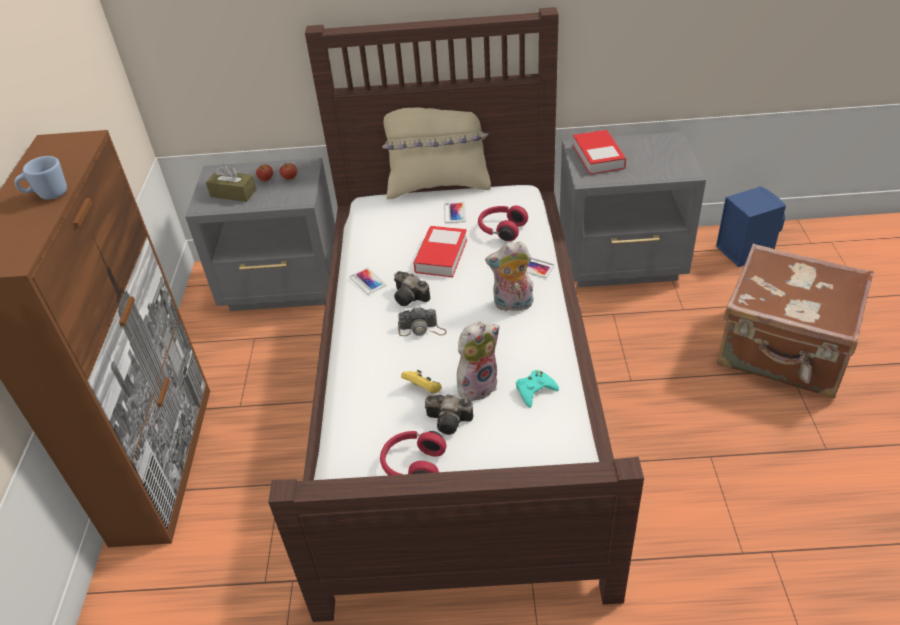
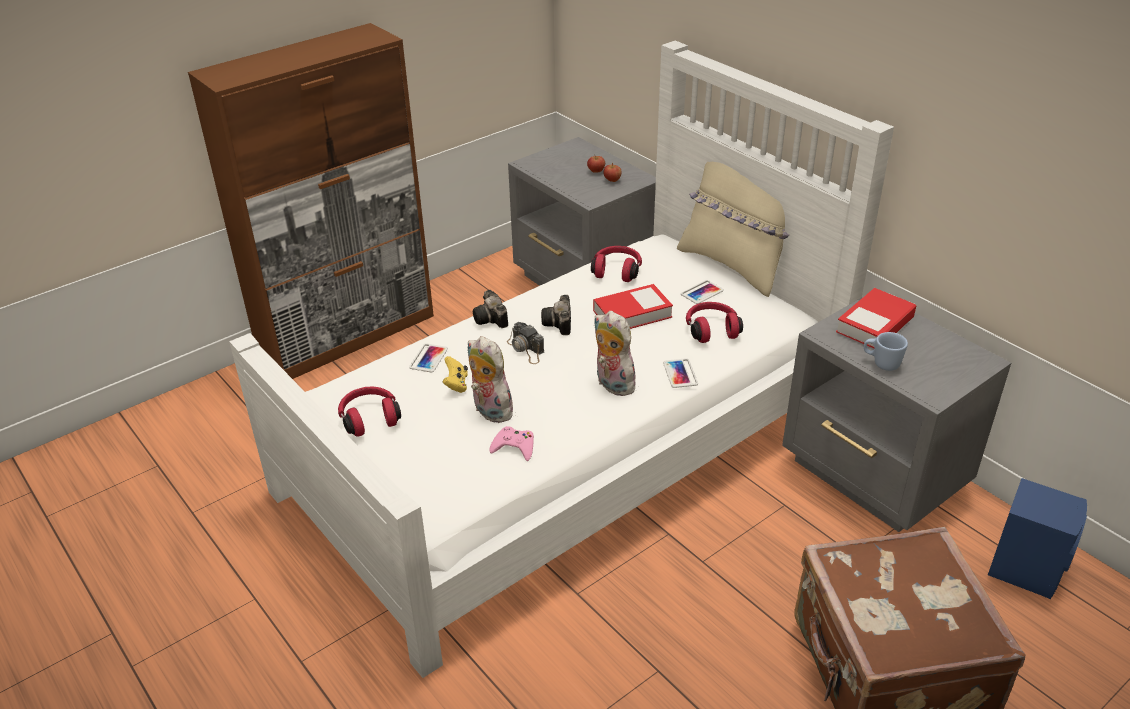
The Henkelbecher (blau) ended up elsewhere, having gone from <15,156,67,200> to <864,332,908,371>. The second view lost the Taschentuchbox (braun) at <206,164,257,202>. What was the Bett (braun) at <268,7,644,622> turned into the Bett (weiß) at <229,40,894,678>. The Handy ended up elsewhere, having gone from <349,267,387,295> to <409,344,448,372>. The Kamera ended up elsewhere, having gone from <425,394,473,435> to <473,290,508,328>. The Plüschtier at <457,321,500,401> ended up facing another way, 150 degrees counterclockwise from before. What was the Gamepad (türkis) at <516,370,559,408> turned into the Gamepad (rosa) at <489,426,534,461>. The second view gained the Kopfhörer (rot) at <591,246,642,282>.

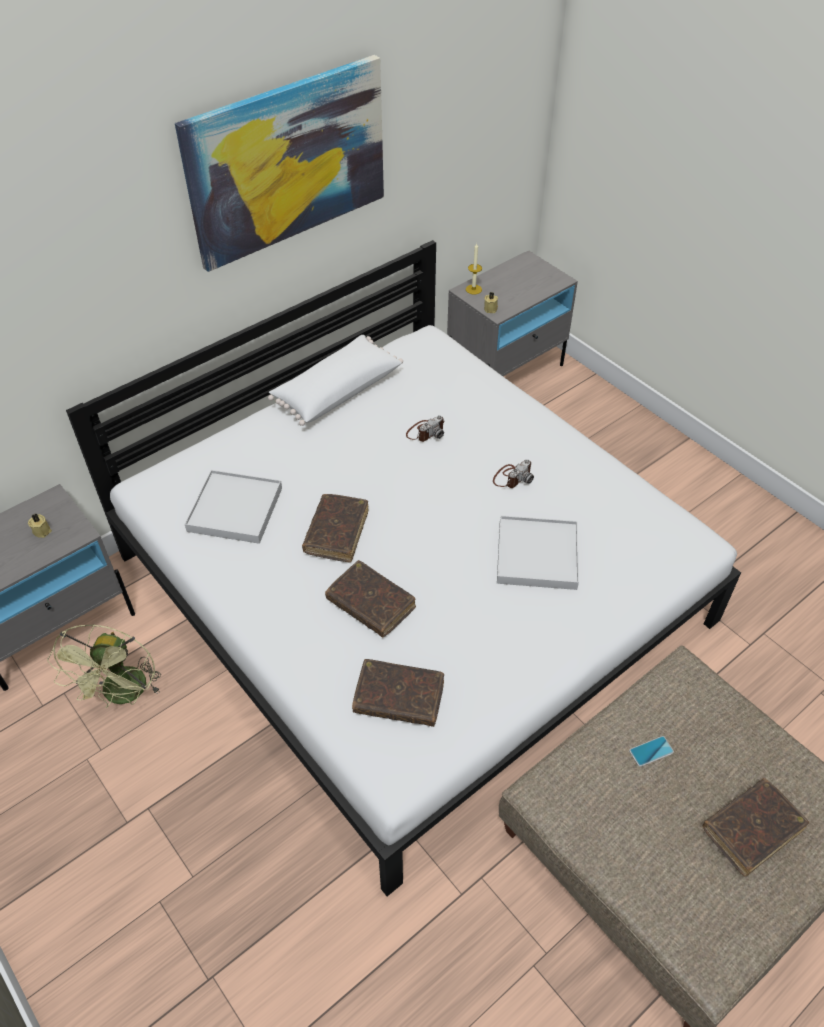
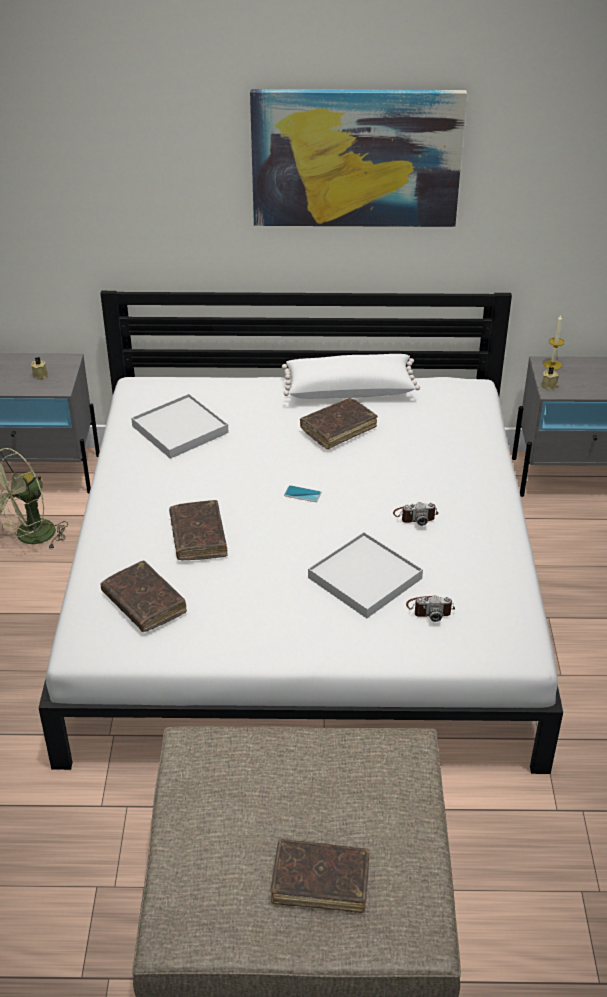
The Buch (braun) ended up elsewhere, having gone from <302,494,369,563> to <300,398,378,449>. The Kamera ended up elsewhere, having gone from <406,415,445,442> to <406,595,455,622>. The Handy ended up elsewhere, having gone from <629,736,674,767> to <284,485,322,502>.

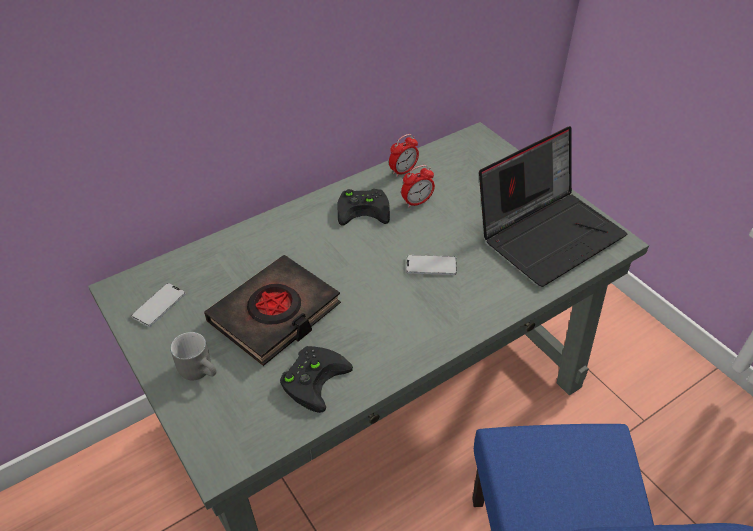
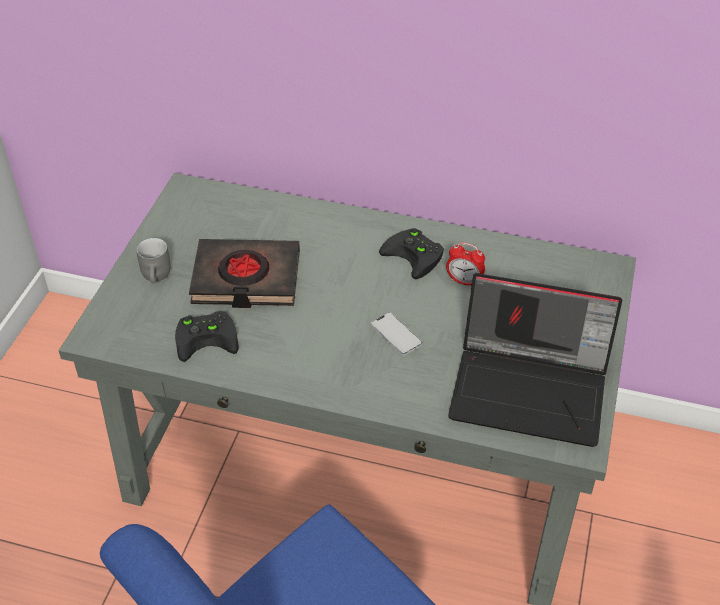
The second view lost the Handy at <131,283,186,327>. The second view lost the Wecker at <389,134,419,177>.

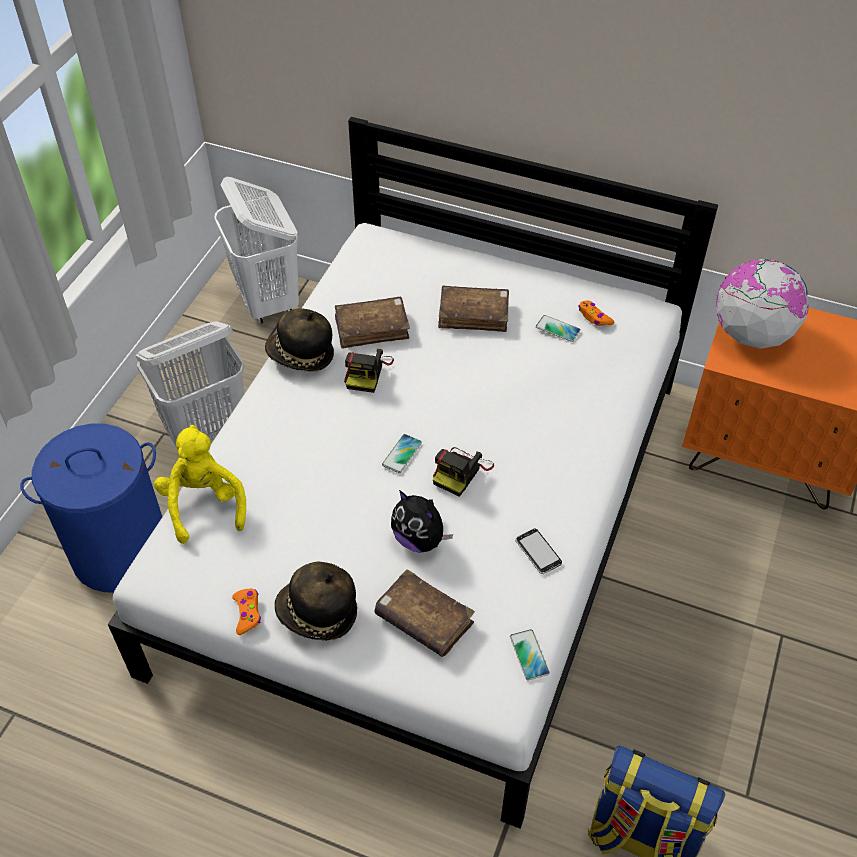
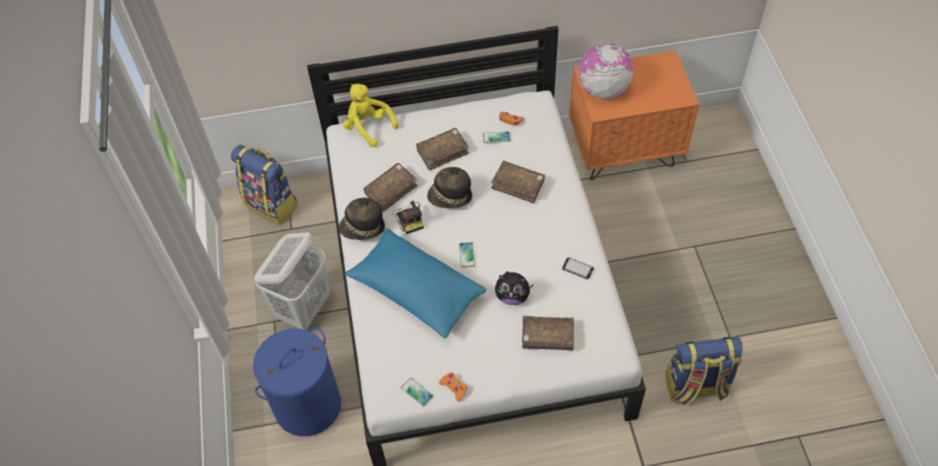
The Plüschtier (gelb) ended up elsewhere, having gone from <154,425,246,544> to <343,84,398,147>. Where the Wäschekorb (weiß) stood at <214,177,299,324>, the Rucksack came to stand at <231,145,297,225>. The Hut ended up elsewhere, having gone from <274,562,357,641> to <427,167,472,208>. The second view lost the Kamera at <433,447,494,497>. The Handy ended up elsewhere, having gone from <510,629,550,680> to <401,378,433,406>. The second view gained the Kissen (blau) at <345,228,487,338>. The second view gained the Buch (braun) at <491,161,545,203>.

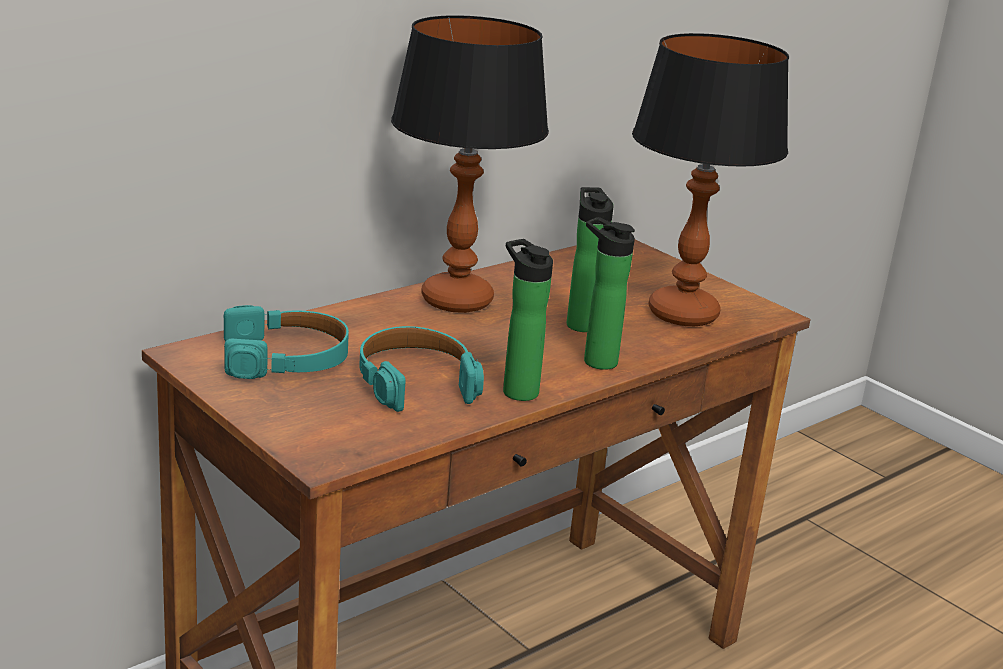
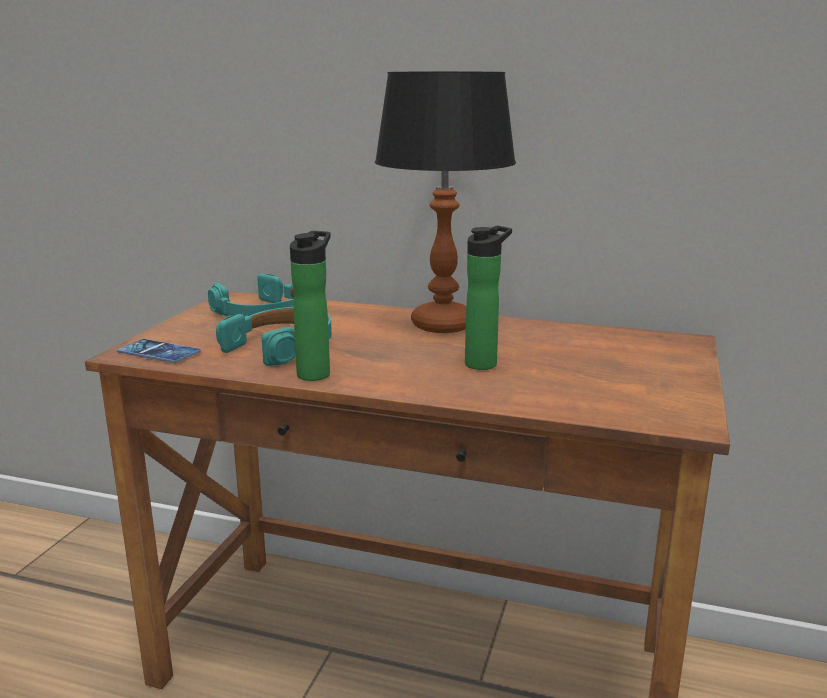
The second view lost the Flasche at <584,217,635,370>. The second view lost the Tischlampe at <632,33,789,326>. The second view gained the Handy at <117,339,201,363>.

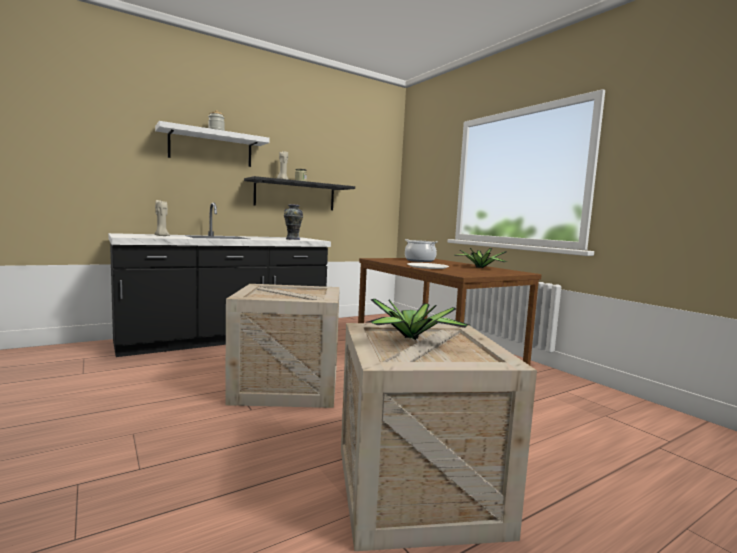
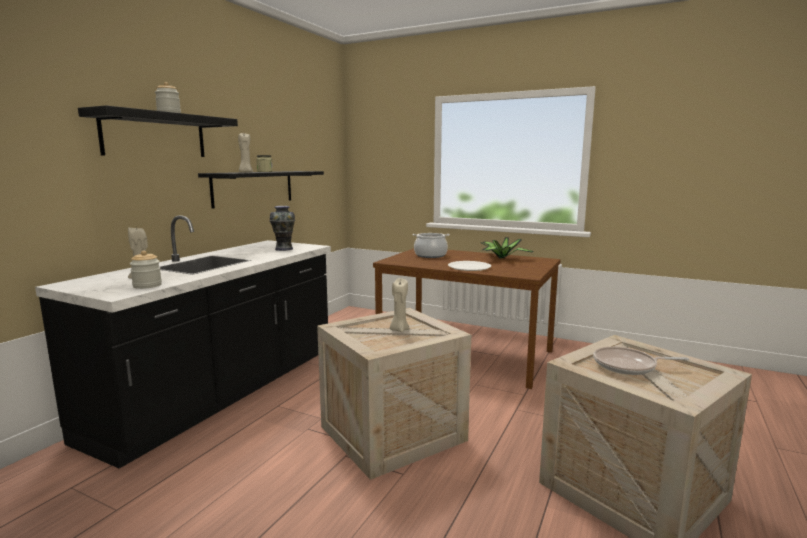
What was the Wandregal (weiß) at <155,121,270,167> turned into the Wandregal (schwarz) at <78,105,238,157>. Where the Topfpflanze stood at <367,299,469,340>, the Pfanne came to stand at <593,347,689,375>. The second view gained the Vorratsglas at <130,250,162,289>. The second view gained the Kerze (beige) at <390,278,409,332>.

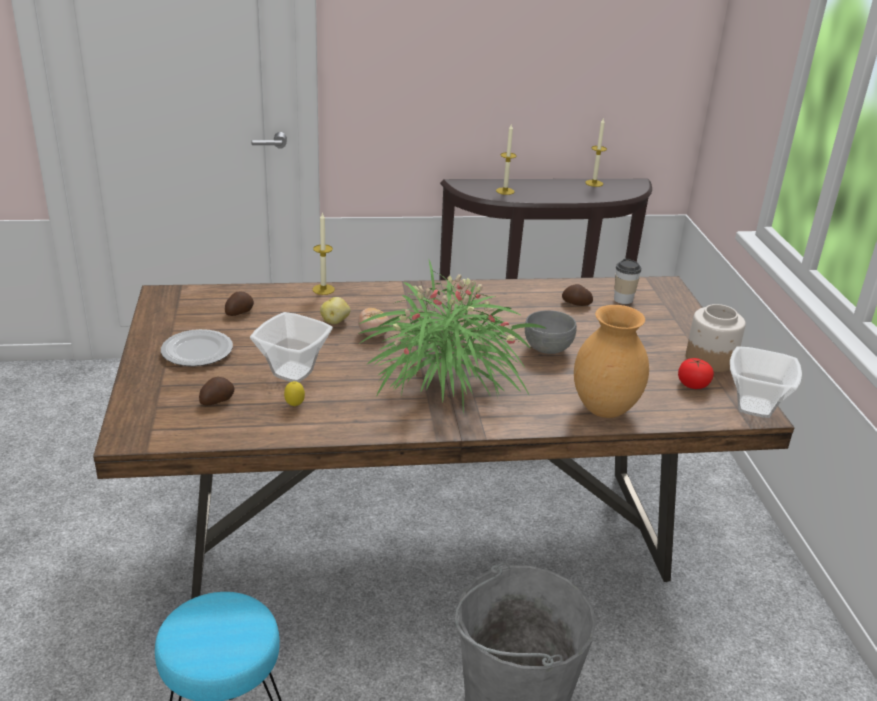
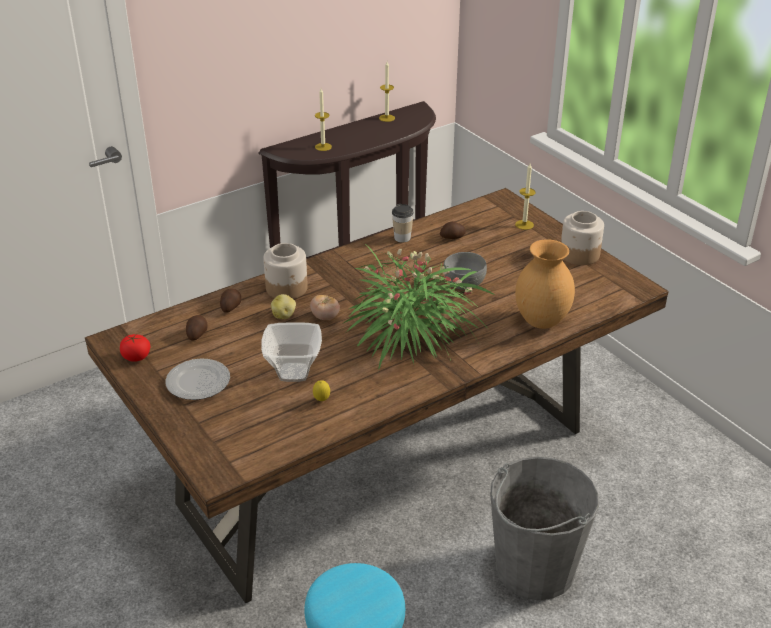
The Kartoffel ended up elsewhere, having gone from <199,377,234,405> to <220,289,241,313>. The Kerze ended up elsewhere, having gone from <313,212,335,295> to <515,164,536,230>. The Tasse ended up elsewhere, having gone from <614,259,641,304> to <392,204,414,243>. The Tomate ended up elsewhere, having gone from <678,358,714,389> to <120,334,150,362>. The second view lost the Schüssel at <730,346,802,418>. The second view gained the Vorratsglas at <263,243,308,299>.

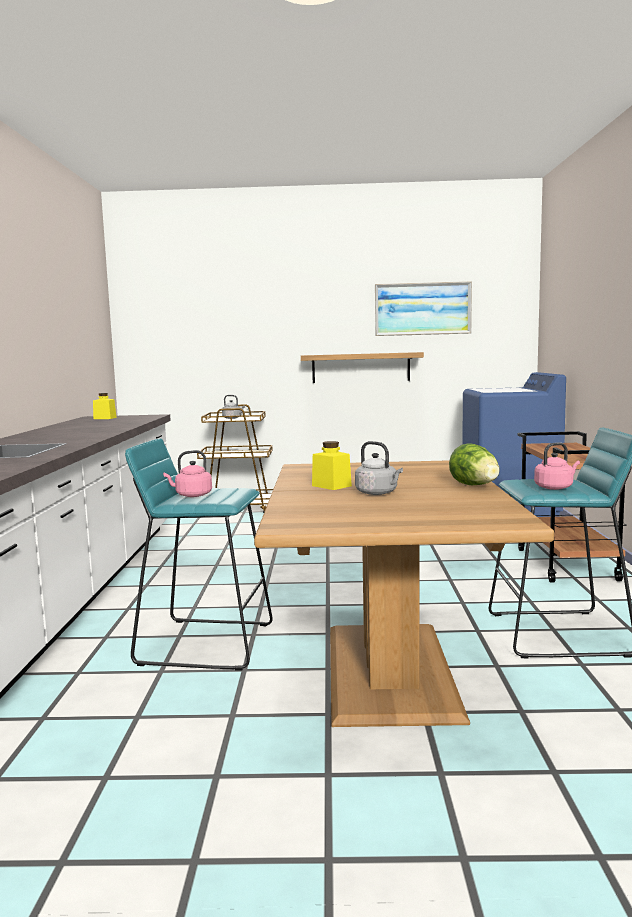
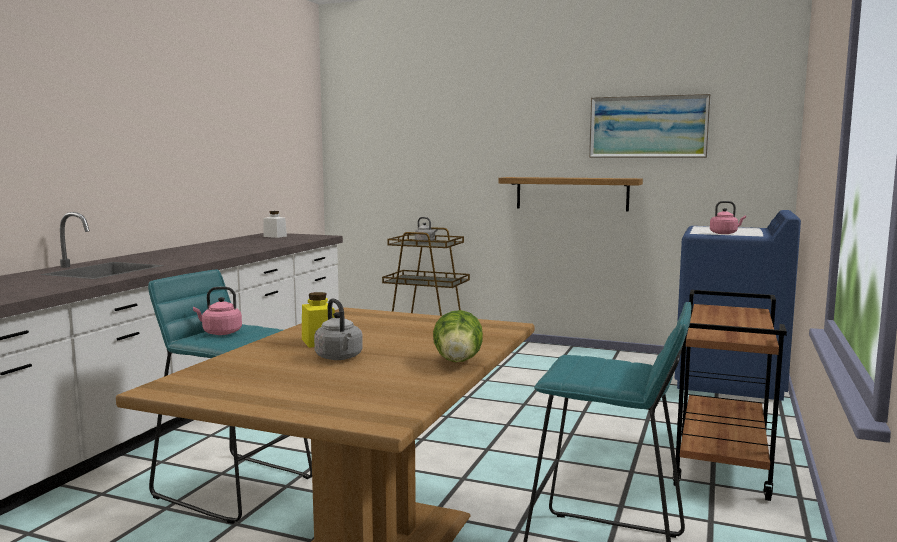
What was the Vorratsglas (gelb) at <93,393,117,419> turned into the Vorratsglas (weiß) at <263,211,287,238>. The Wasserkessel (rosa) ended up elsewhere, having gone from <534,443,580,490> to <710,201,746,234>.

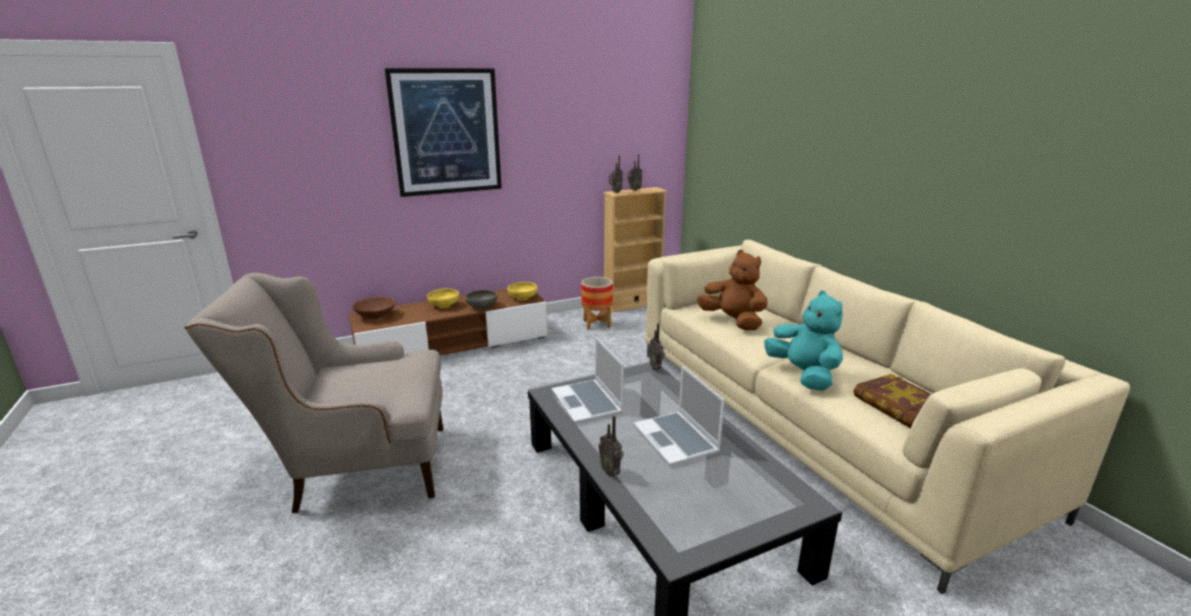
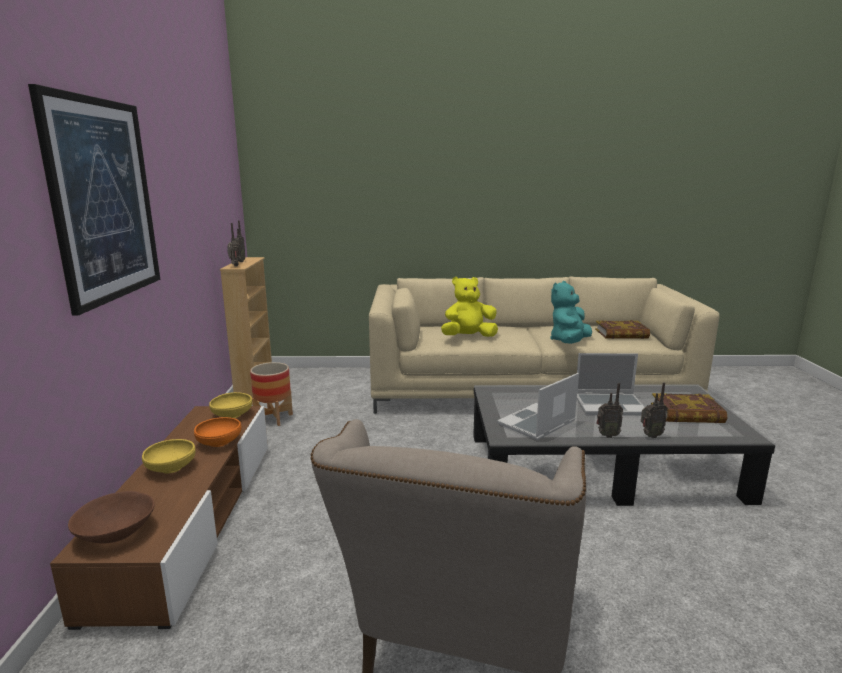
What was the Schüssel (grau) at <465,290,497,309> turned into the Schüssel (orange) at <194,417,241,447>. The Laptop at <552,337,624,424> ended up facing another way, 135 degrees clockwise from before. The Radio ended up elsewhere, having gone from <649,323,665,371> to <596,383,623,438>. What was the Plüschtier (braun) at <697,250,768,330> turned into the Plüschtier (gelb) at <441,277,498,337>. The Plüschtier (türkis) at <764,290,843,391> ended up facing another way, 60 degrees counterclockwise from before. The second view gained the Buch at <651,393,727,423>.

